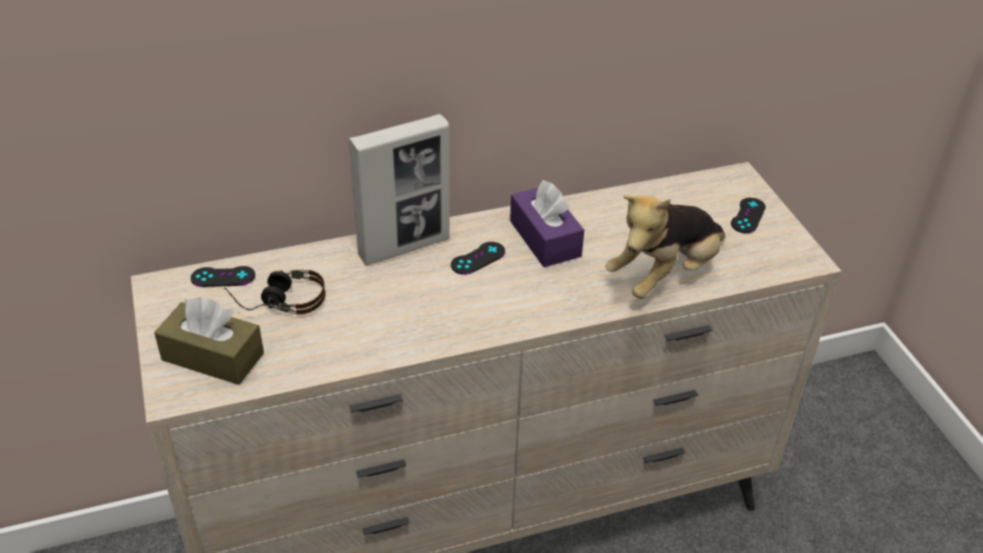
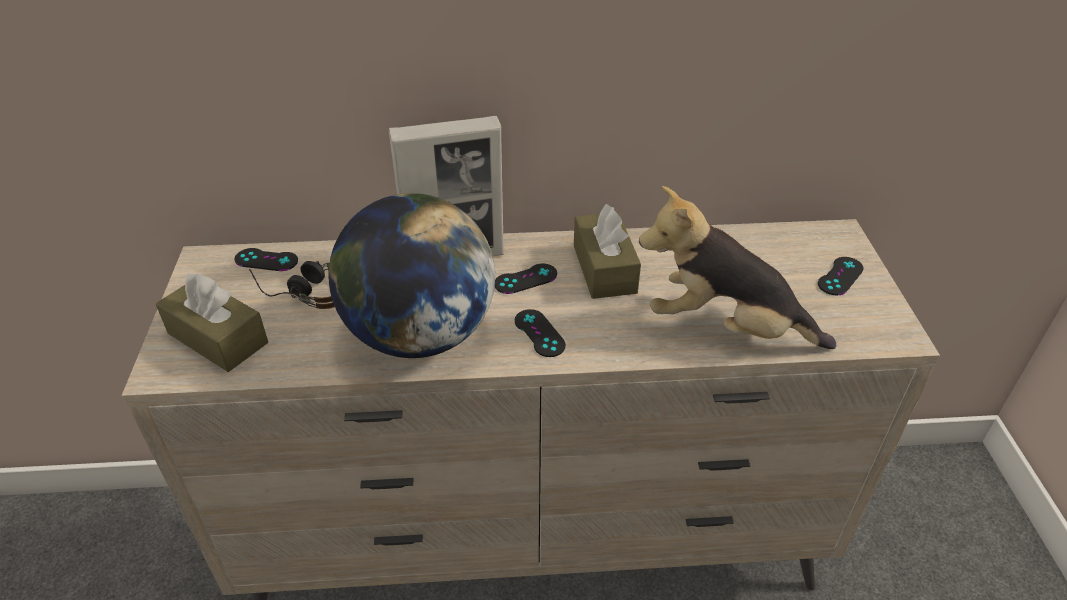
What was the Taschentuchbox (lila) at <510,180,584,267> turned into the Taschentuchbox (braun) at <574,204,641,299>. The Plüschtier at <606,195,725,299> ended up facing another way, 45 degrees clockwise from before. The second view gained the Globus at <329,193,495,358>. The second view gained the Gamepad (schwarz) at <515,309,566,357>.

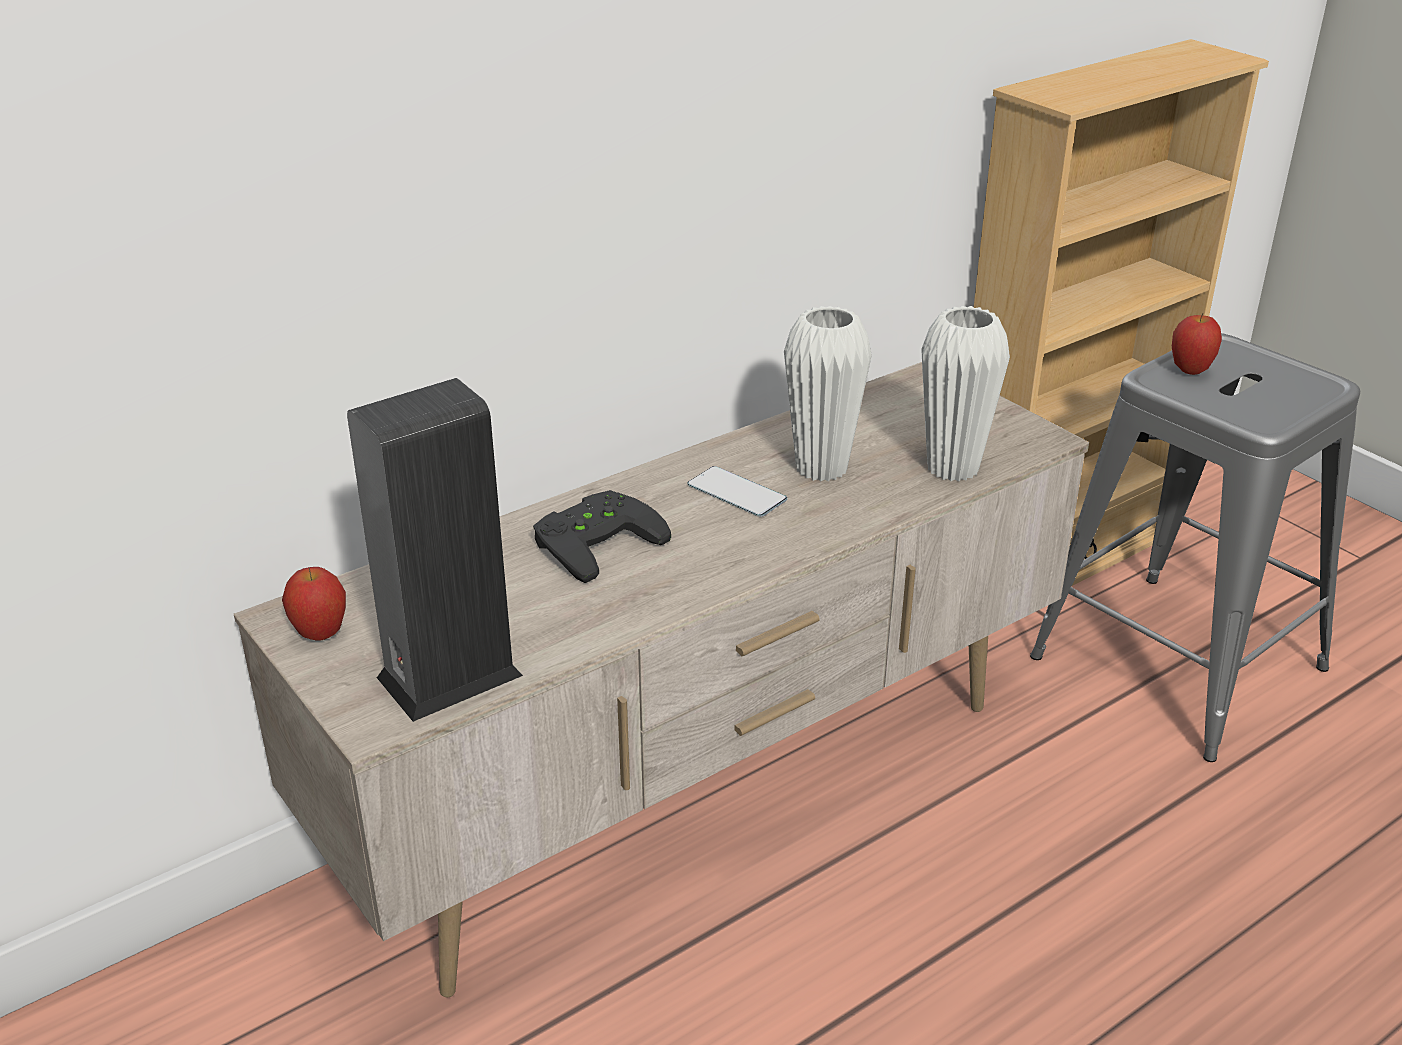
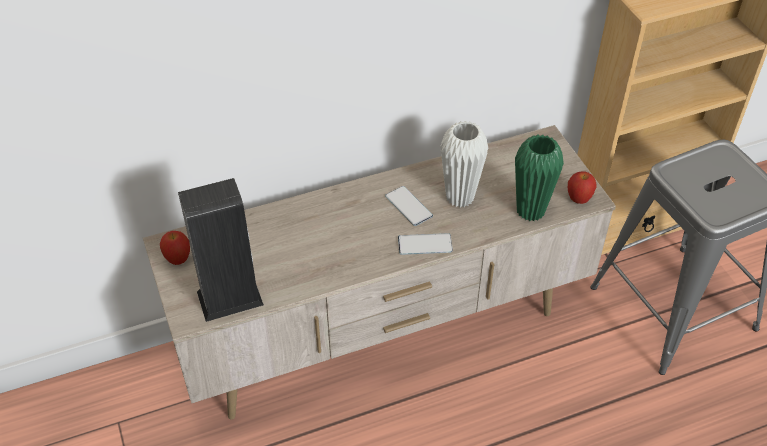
The second view lost the Gamepad (schwarz) at <533,490,671,583>. What was the Vase (weiß) at <921,306,1010,481> turned into the Vase (grün) at <515,134,564,221>. The Apfel ended up elsewhere, having gone from <1172,313,1222,375> to <568,171,596,204>. The second view gained the Handy at <398,233,453,255>.

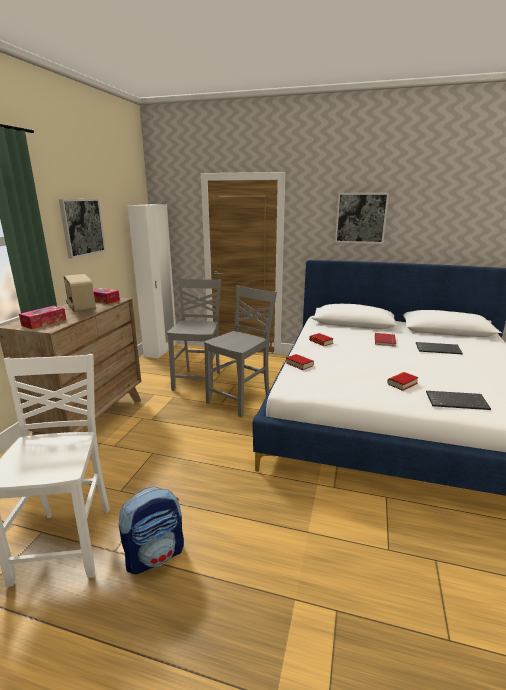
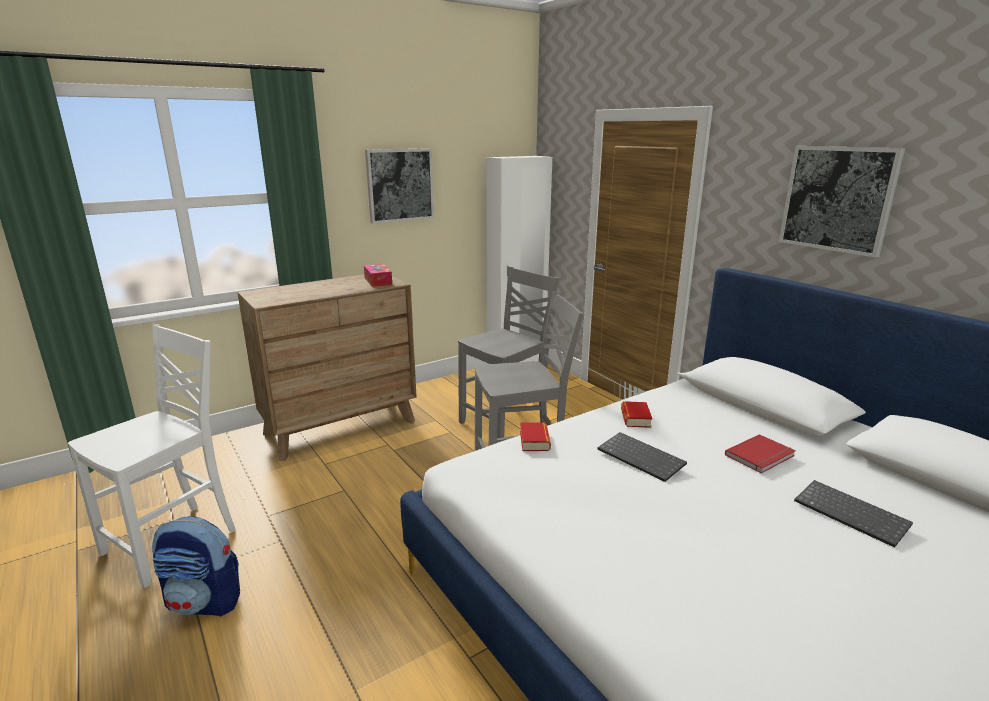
The second view lost the Taschentuchbox at <19,306,66,329>. The second view lost the Radio at <64,274,96,313>. The second view lost the Buch at <387,372,419,391>. The Tastatur ended up elsewhere, having gone from <426,391,491,410> to <598,432,687,482>.

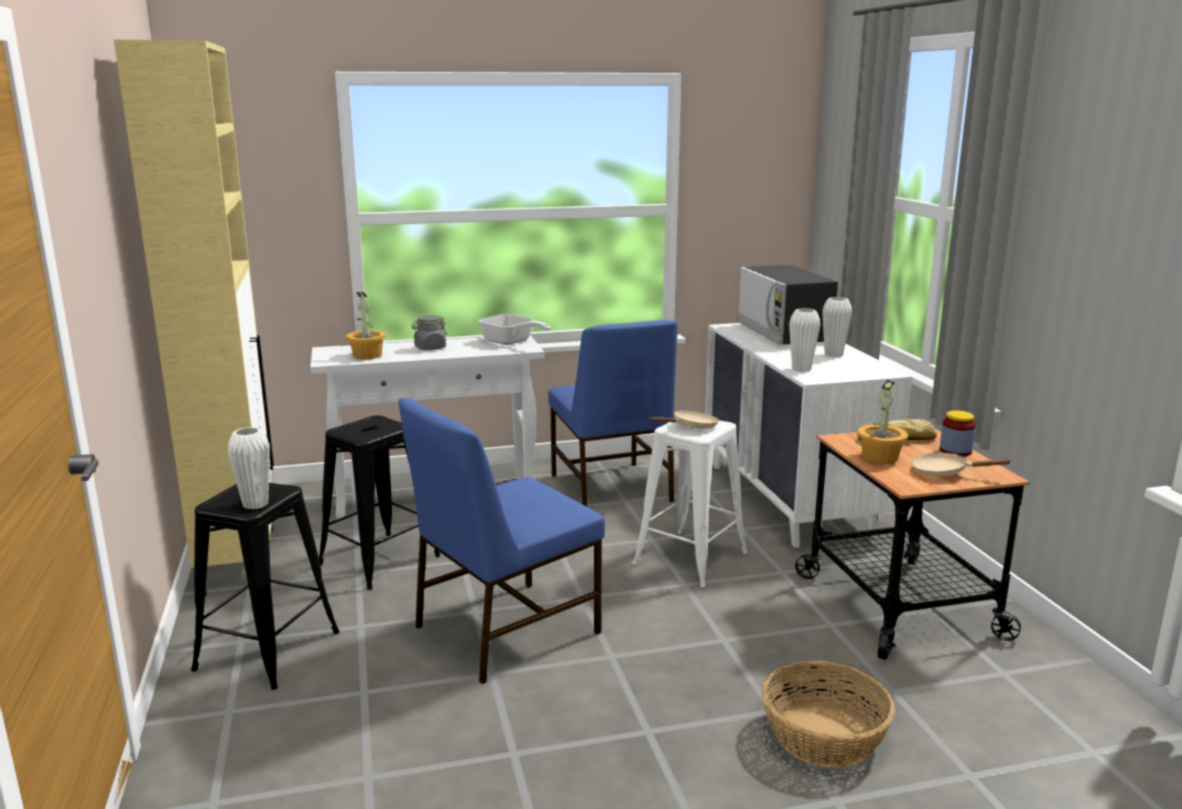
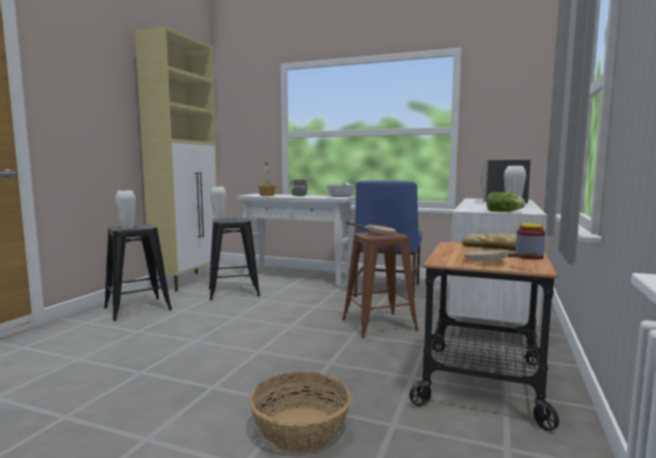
The second view lost the Stuhl (blau) at <398,398,605,684>. What was the Hocker (weiß) at <633,420,748,587> turned into the Hocker (braun) at <342,232,419,338>. The Vase (weiß) ended up elsewhere, having gone from <789,308,820,372> to <210,187,227,220>. The second view lost the Topfpflanze at <857,380,908,464>. The second view gained the Salatkopf at <487,192,525,212>.

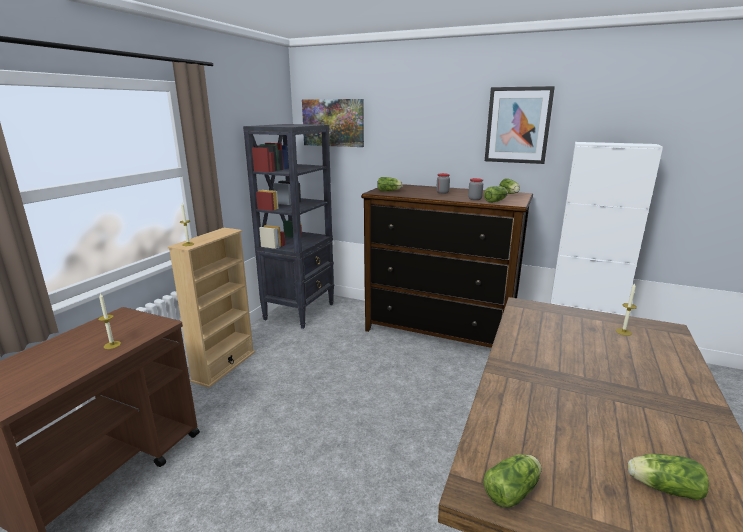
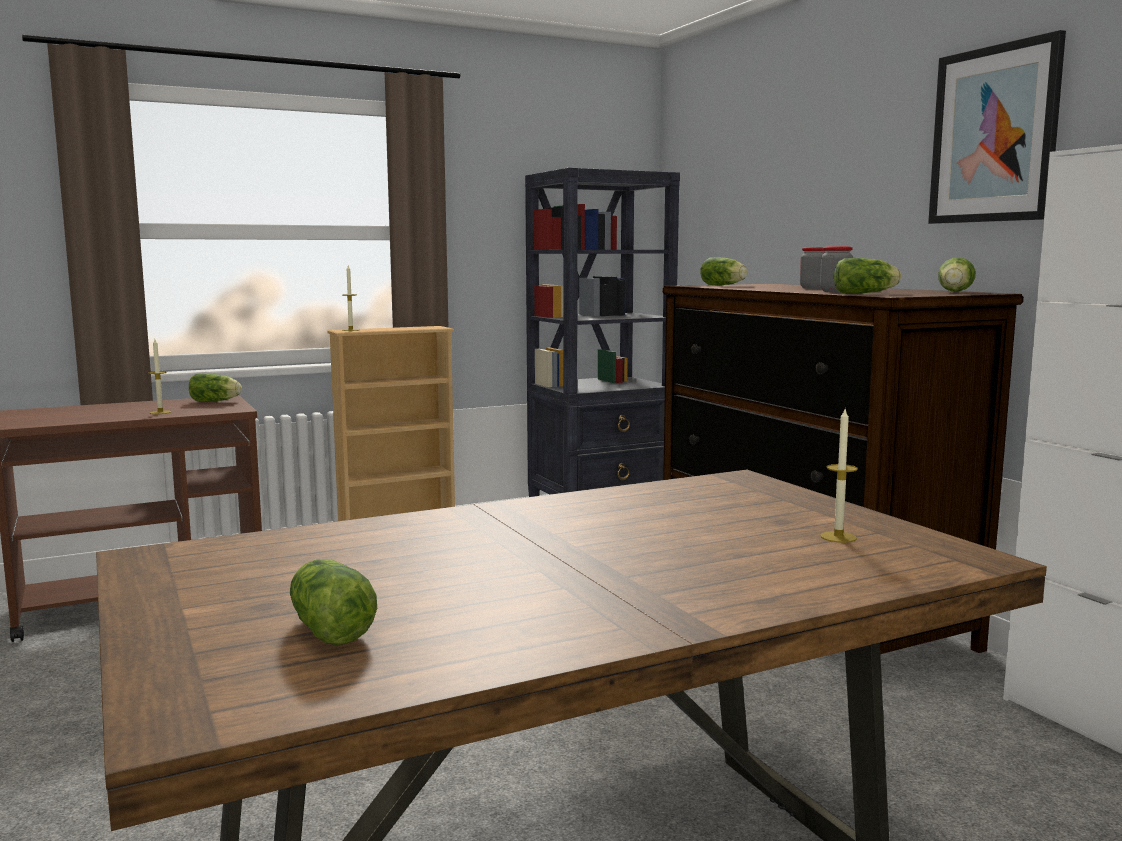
The second view lost the Bild at <302,99,364,147>. The Salatkopf ended up elsewhere, having gone from <483,454,541,508> to <189,373,242,402>.

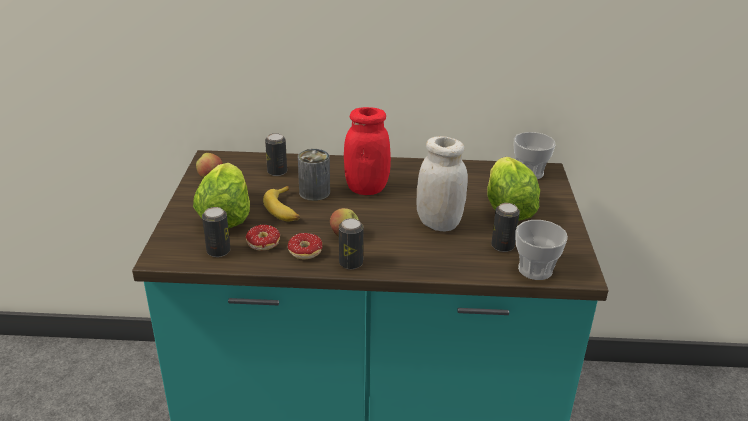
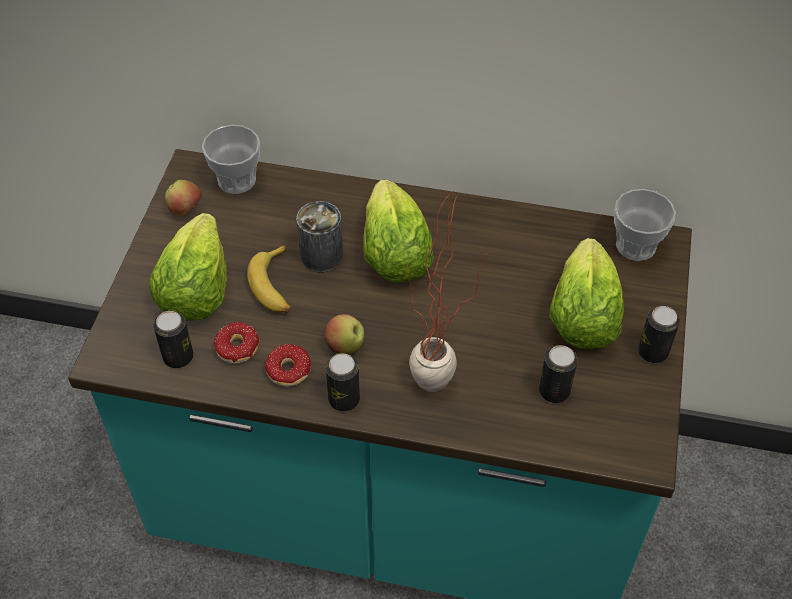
The Dose ended up elsewhere, having gone from <265,133,287,176> to <638,306,680,363>. Where the Vorratsglas (rot) stood at <344,107,391,195>, the Salatkopf came to stand at <363,180,434,282>. The second view lost the Vorratsglas (weiß) at <416,136,468,231>. The Tasse ended up elsewhere, having gone from <515,220,568,280> to <202,125,260,194>. The second view gained the Topfpflanze at <407,194,487,392>.

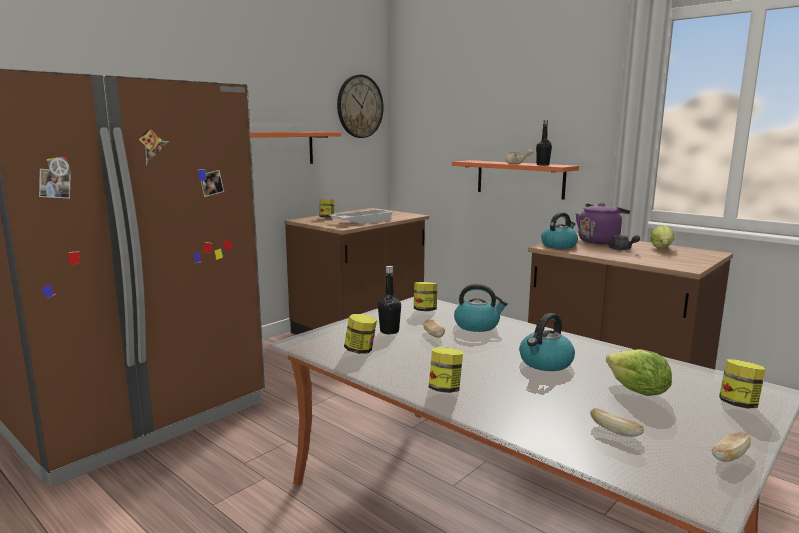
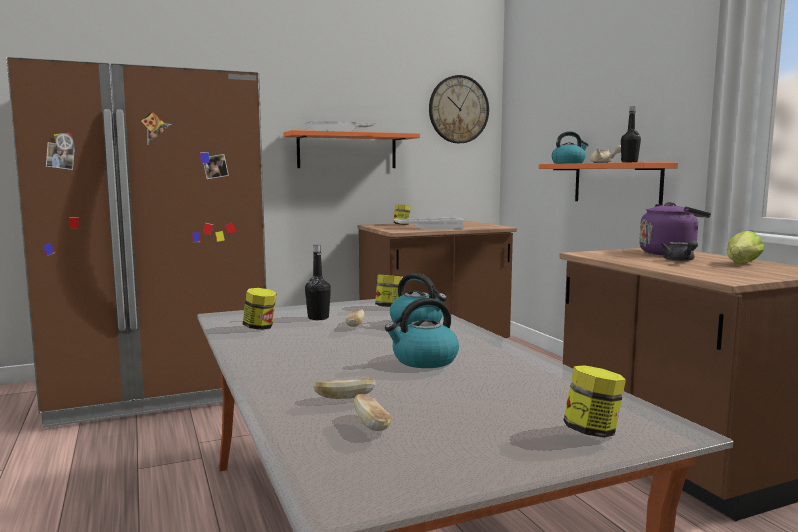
The second view lost the Vorratsglas at <429,347,463,393>. The Wasserkessel ended up elsewhere, having gone from <541,212,578,249> to <551,131,589,164>. The second view lost the Salatkopf at <606,349,672,396>. The Brot ended up elsewhere, having gone from <711,432,751,462> to <313,378,376,399>.

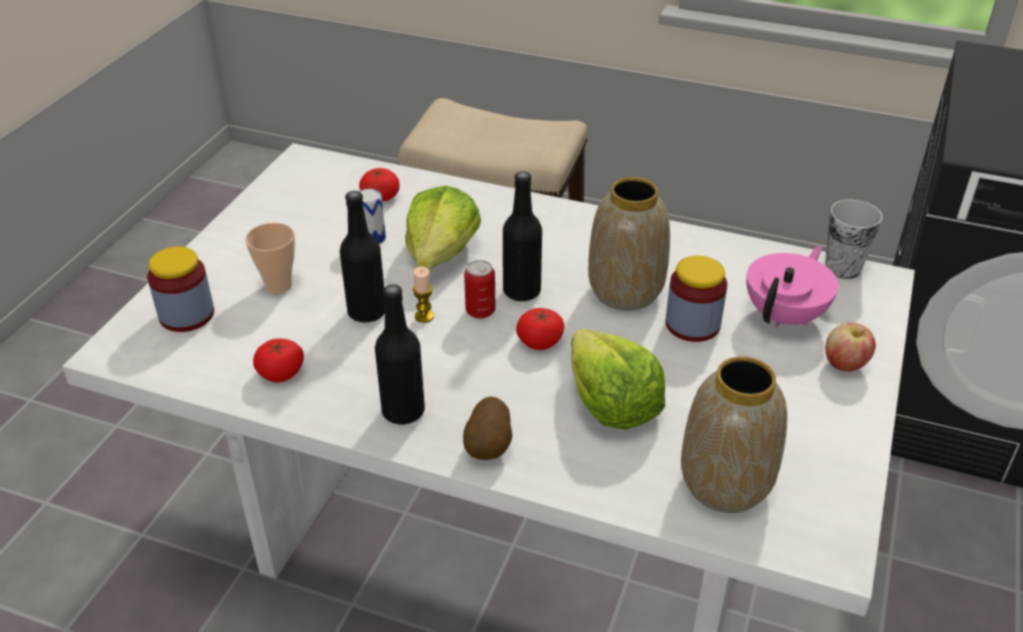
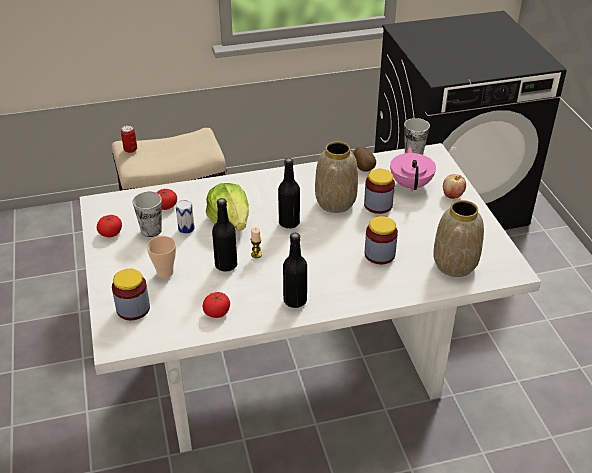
The Kartoffel ended up elsewhere, having gone from <463,397,512,460> to <353,146,376,172>. The Dose ended up elsewhere, having gone from <464,260,495,319> to <121,125,137,153>. The Tomate ended up elsewhere, having gone from <516,308,564,350> to <97,215,122,237>. Where the Salatkopf stood at <571,329,665,430>, the Vorratsglas came to stand at <365,216,398,264>. The second view gained the Tasse at <132,191,162,237>.

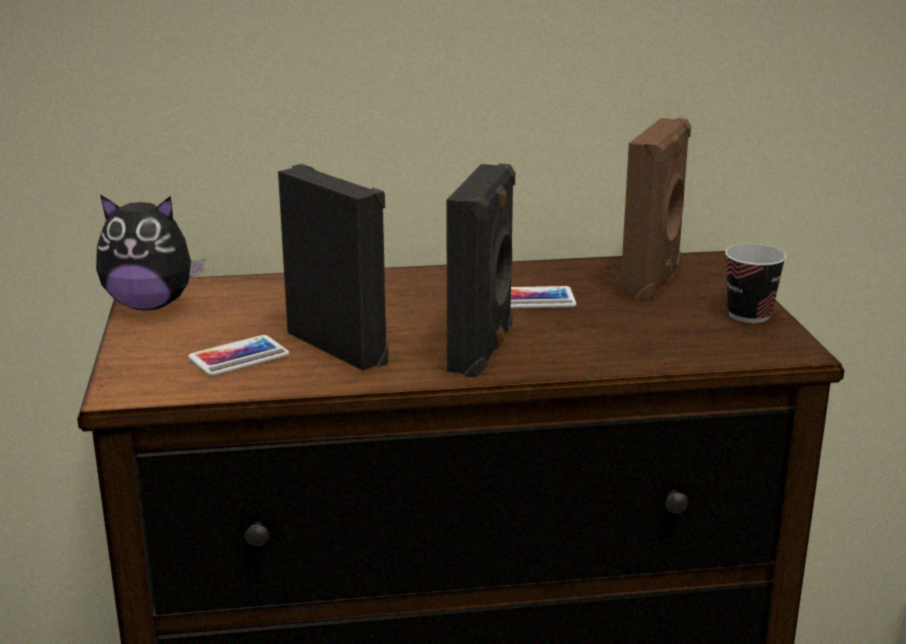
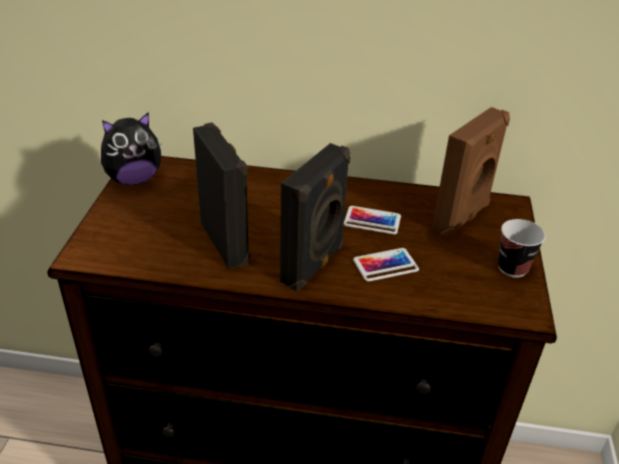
The Plüschtier at <96,195,205,310> ended up facing another way, 45 degrees counterclockwise from before. The Handy ended up elsewhere, having gone from <188,335,289,376> to <353,248,419,282>.

